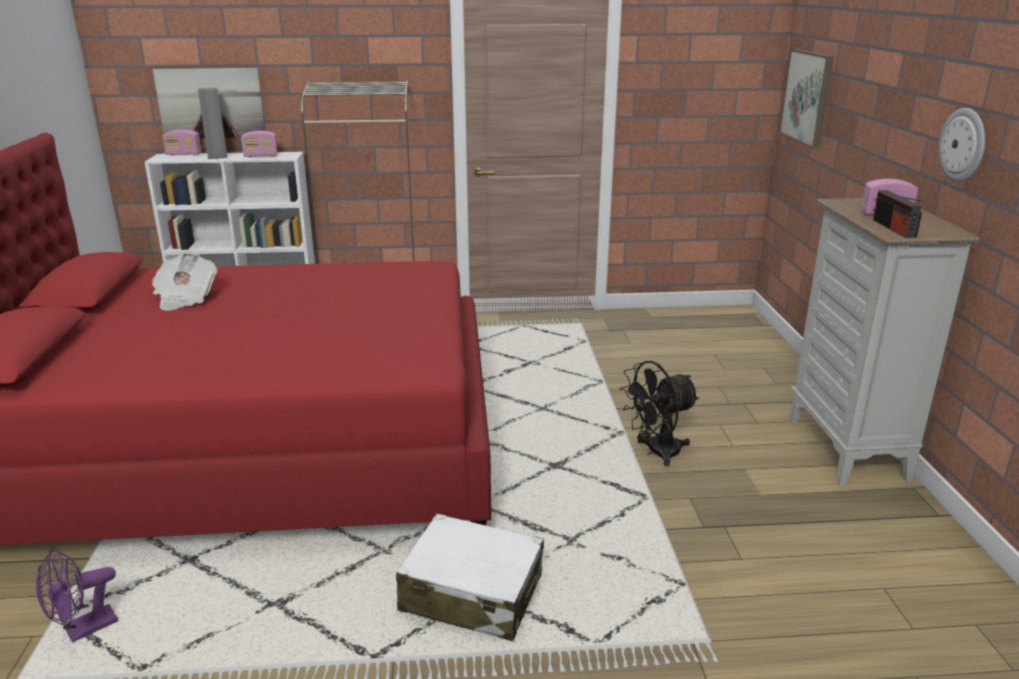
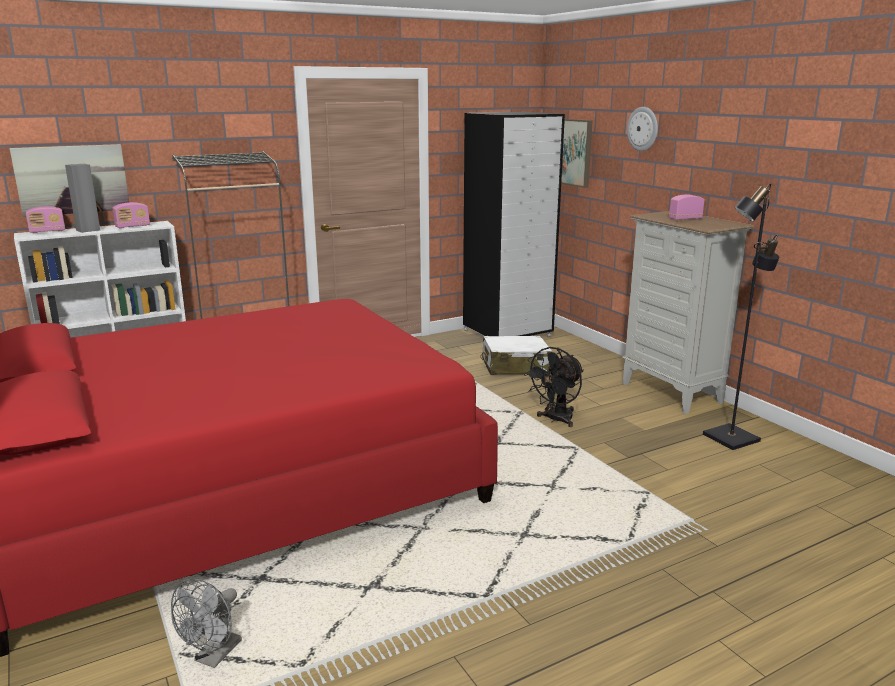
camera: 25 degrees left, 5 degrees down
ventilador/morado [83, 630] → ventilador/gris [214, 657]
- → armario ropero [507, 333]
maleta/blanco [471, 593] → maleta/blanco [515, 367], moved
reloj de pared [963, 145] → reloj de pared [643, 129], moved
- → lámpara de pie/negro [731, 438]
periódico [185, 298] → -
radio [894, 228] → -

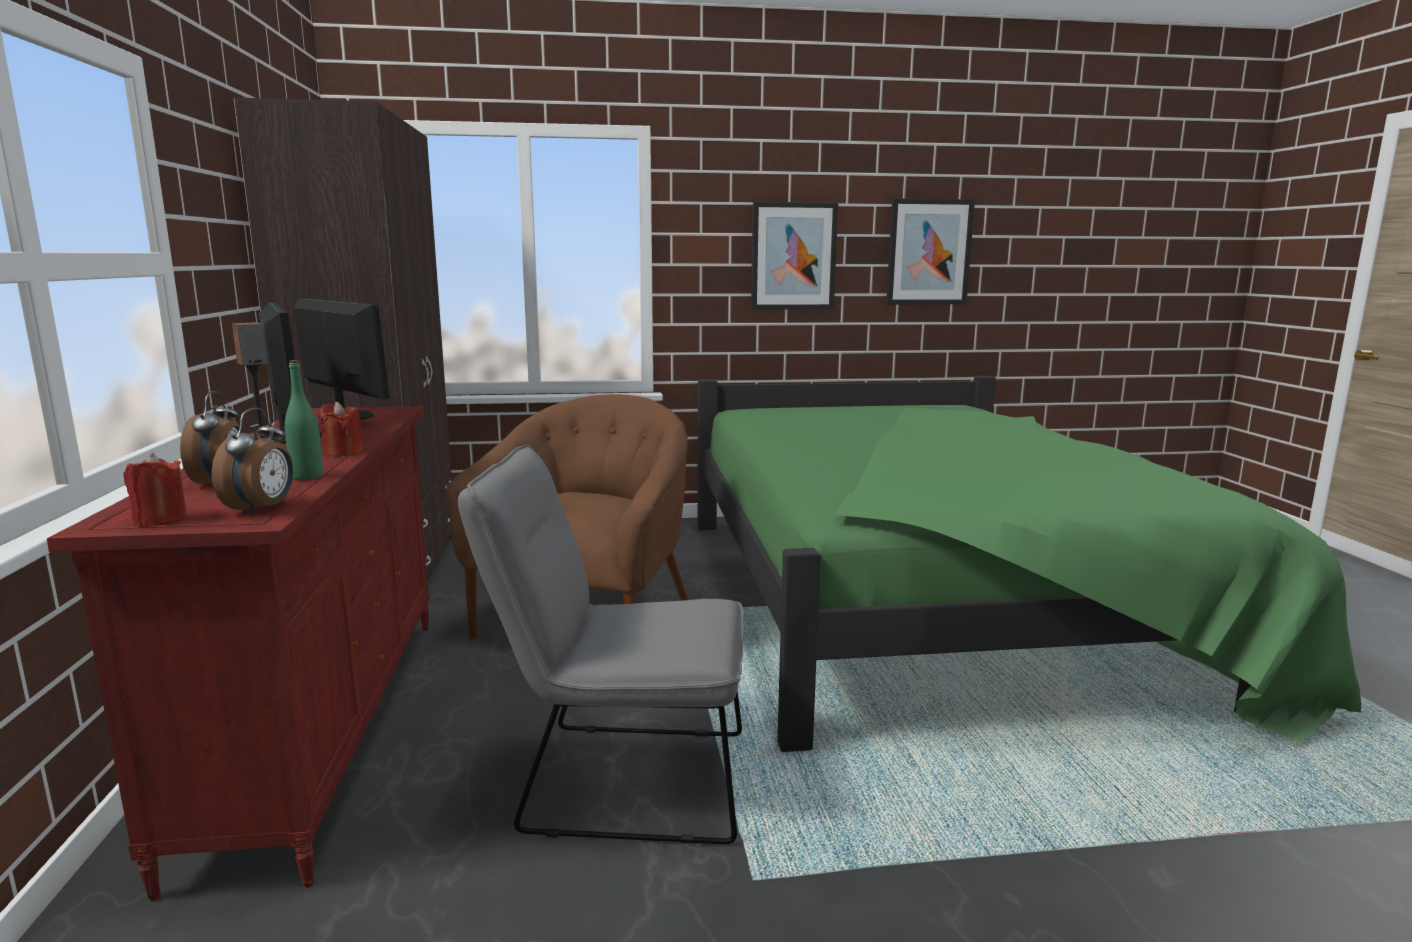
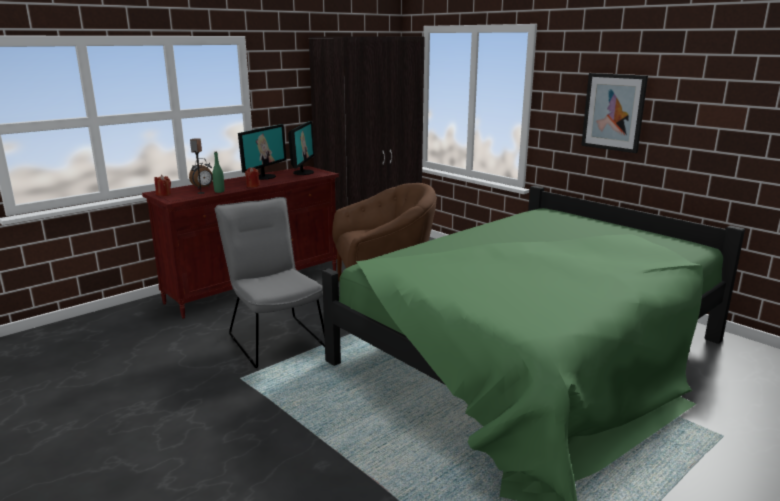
camera: 55 degrees right, 5 degrees up
despertador [262, 509] → -
cuadro [929, 252] → -

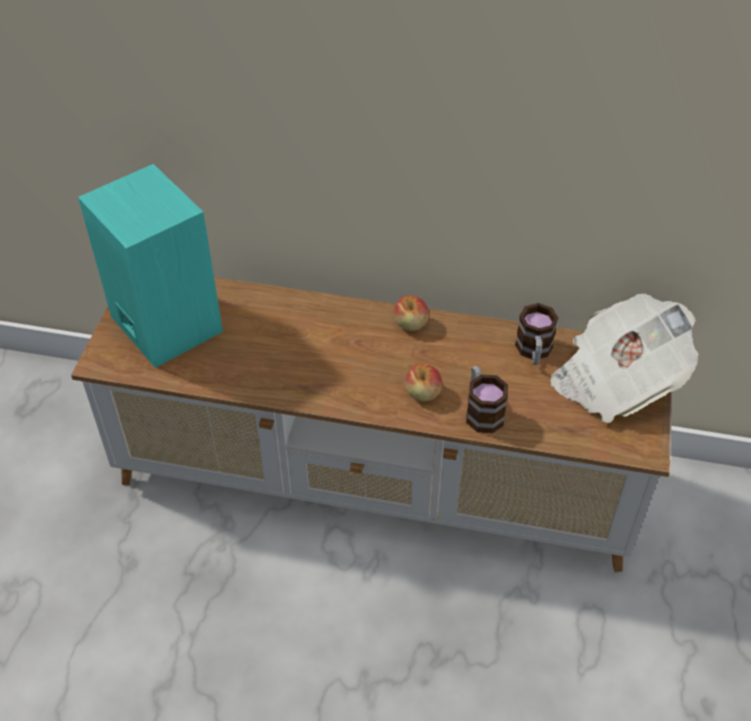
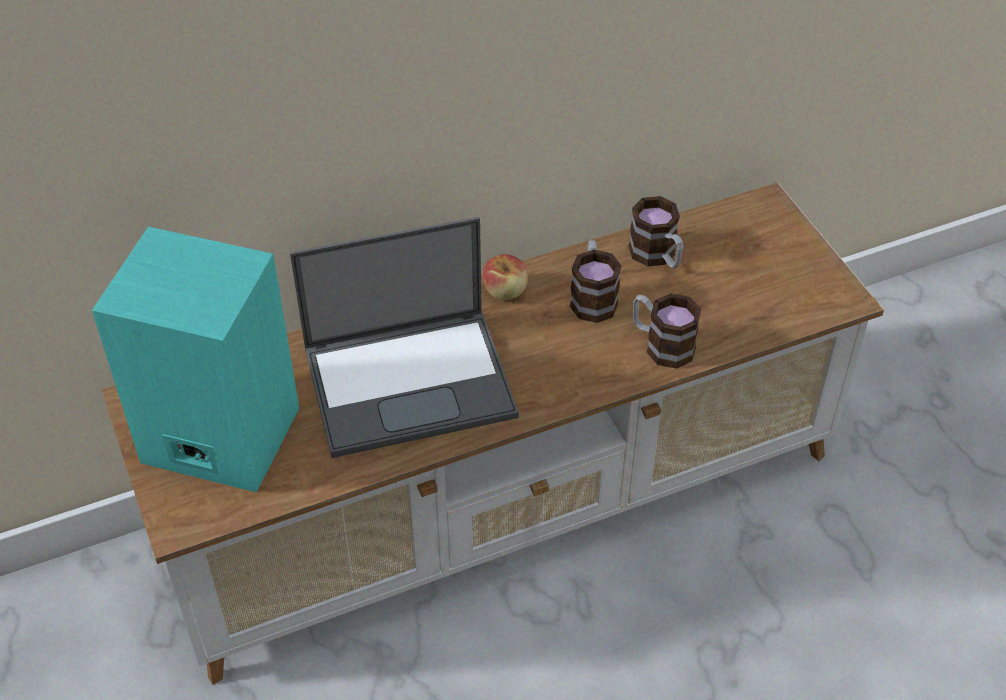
camera: 35 degrees left, 0 degrees up
- → portátil [412, 380]
- → taza grande [592, 297]
manzana [423, 393] → -
periódico [616, 380] → -

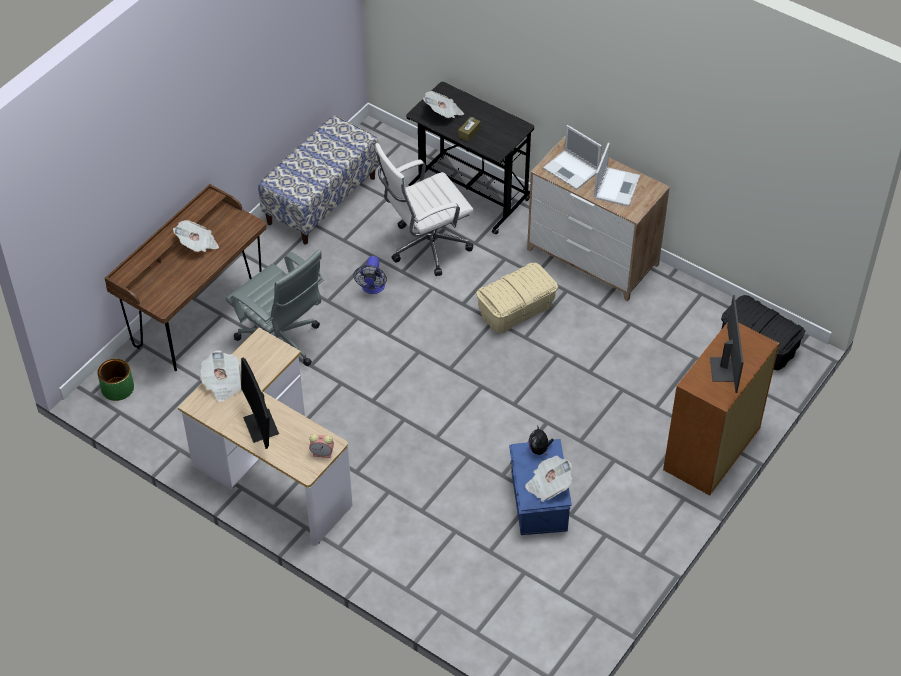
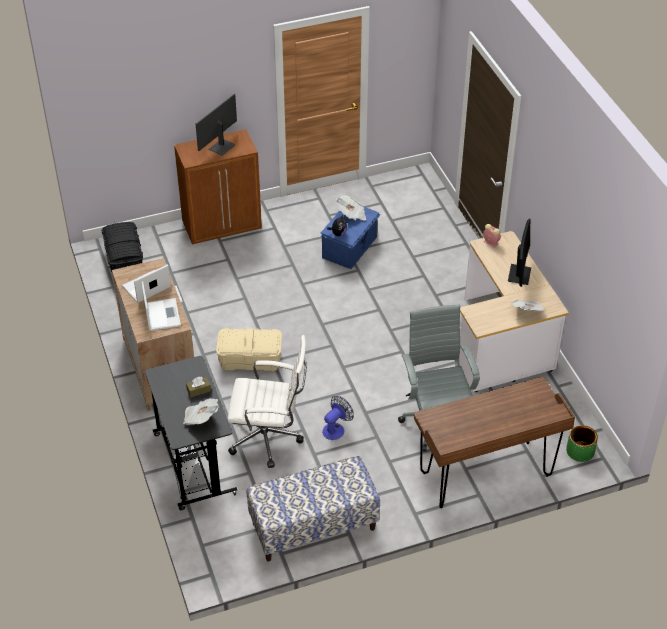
camera: 145 degrees left, 5 degrees down
periódico [197, 244] → -

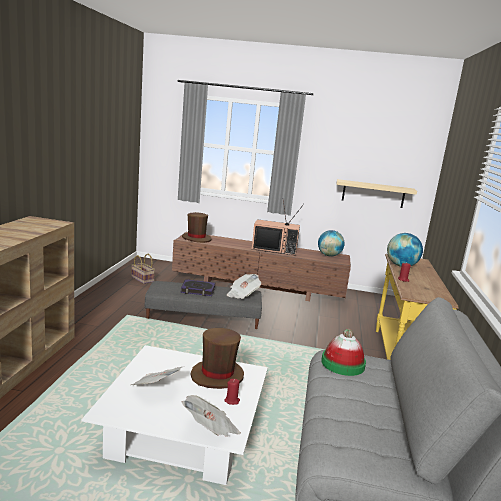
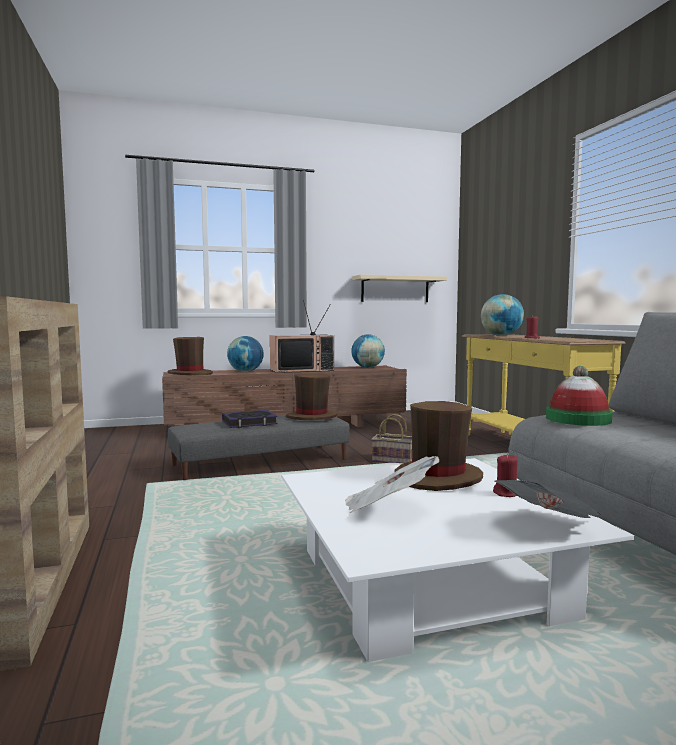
camera: 25 degrees left, 10 degrees down
- → globo terráqueo [245, 371]
periódico [242, 294] → sombrero/marrón [311, 417]
cesta [143, 279] → cesta [394, 460], moved

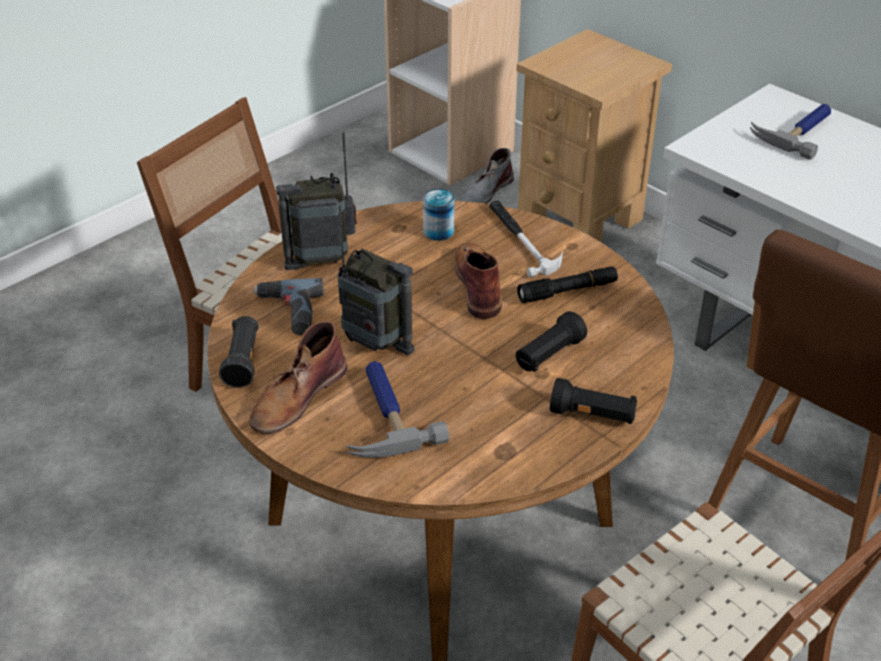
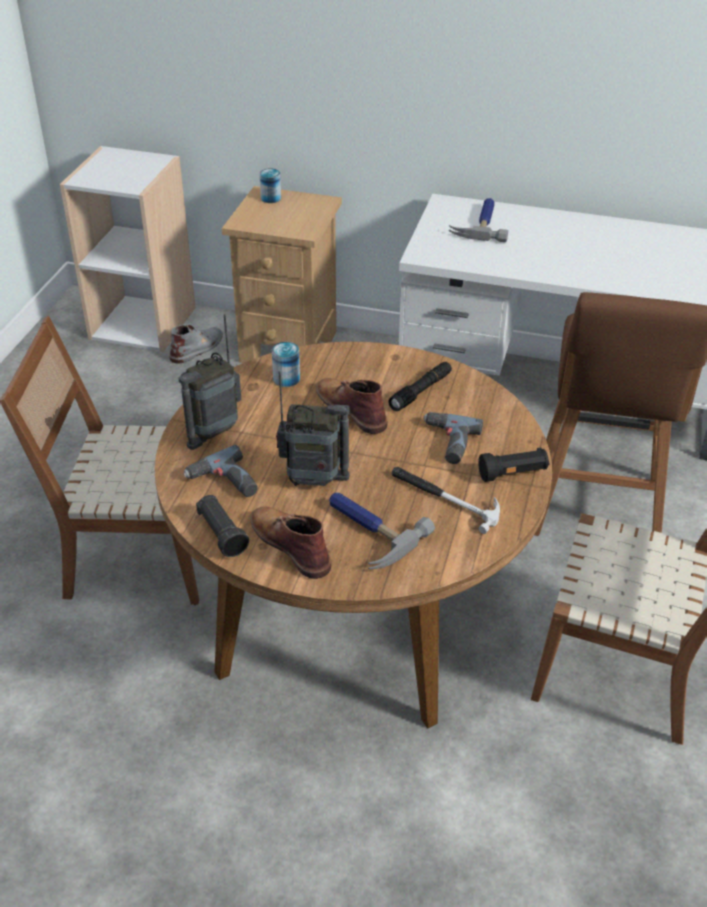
camera: 30 degrees left, 0 degrees up
bota/gris [486, 192] → bota/gris [197, 348], 150 degrees counterclockwise
bota/marrón [297, 397] → bota/marrón [290, 544], 135 degrees clockwise
- → lata [271, 198]
martillo [521, 240] → martillo [444, 498], moved
linterna/negro [548, 355] → taladro [447, 442]

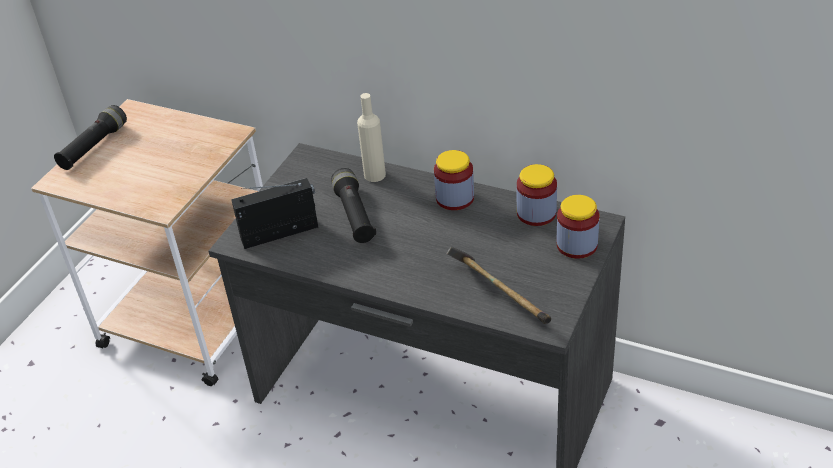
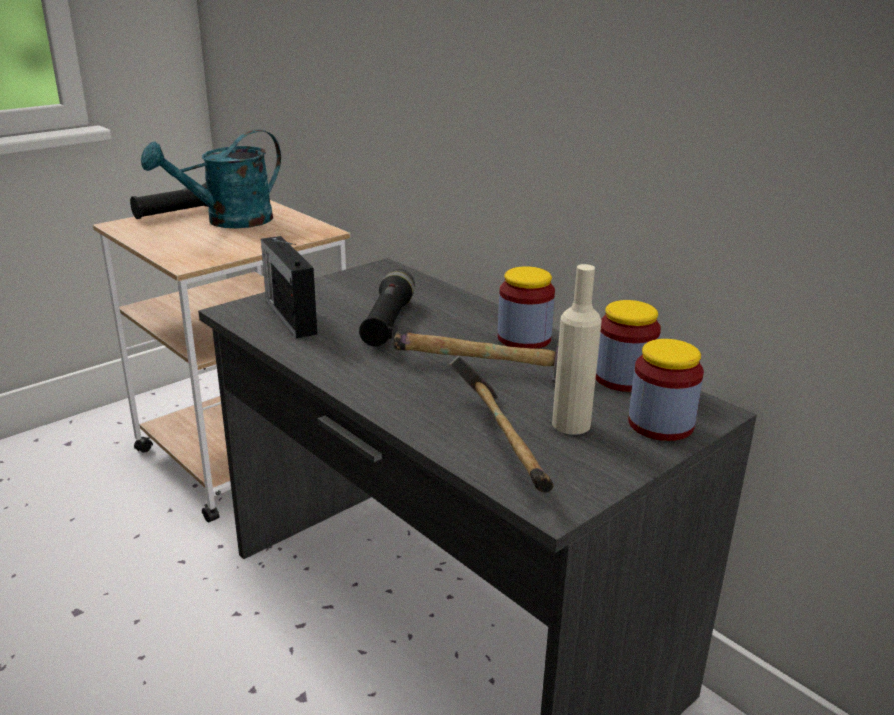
camera: 20 degrees right, 15 degrees down
- → regadera/turquesa [228, 221]
radio [281, 233] → radio [290, 316], 120 degrees counterclockwise
- → martillo [486, 369]
botella/beis [374, 175] → botella/beis [571, 424], moved

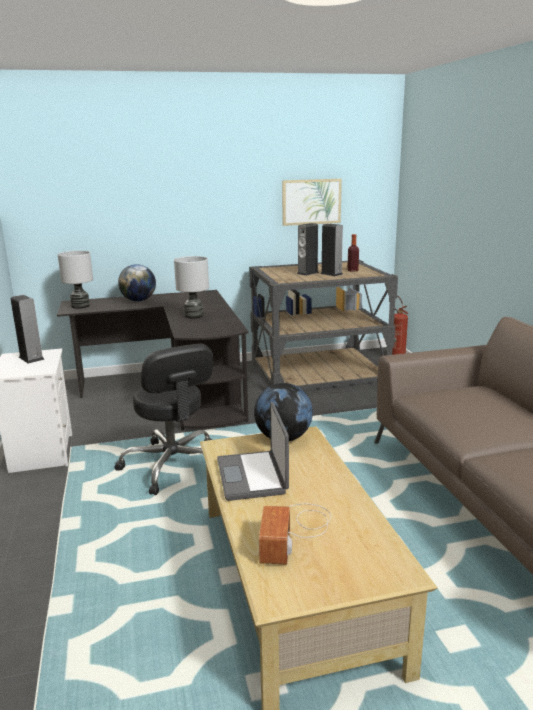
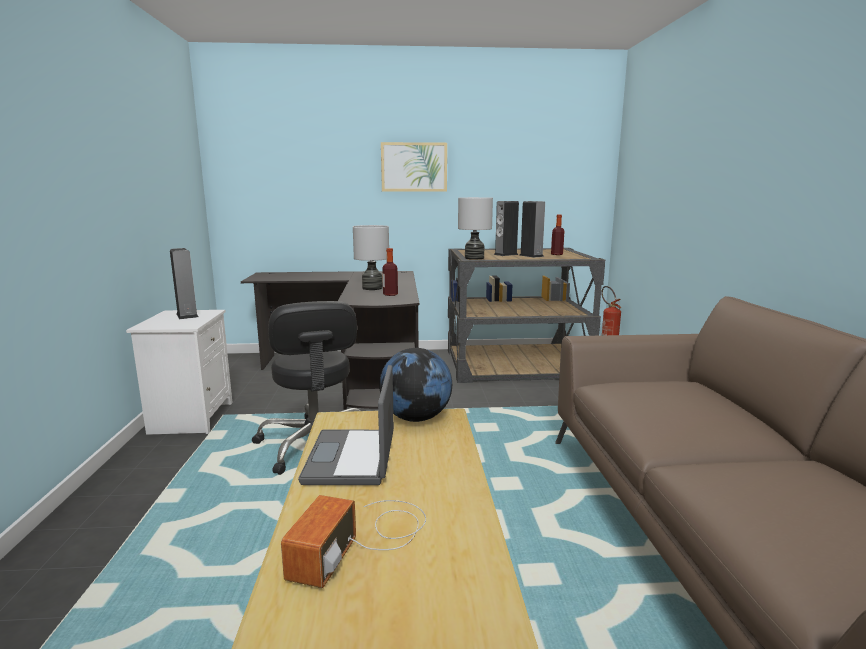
camera: 10 degrees right, 5 degrees down
cuadro [311, 202] → cuadro [414, 167], moved
- → botella [390, 294]
lámpara de mesa/gris [80, 306] → lámpara de mesa/gris [474, 258], moved
globo terráqueo [138, 300] → -

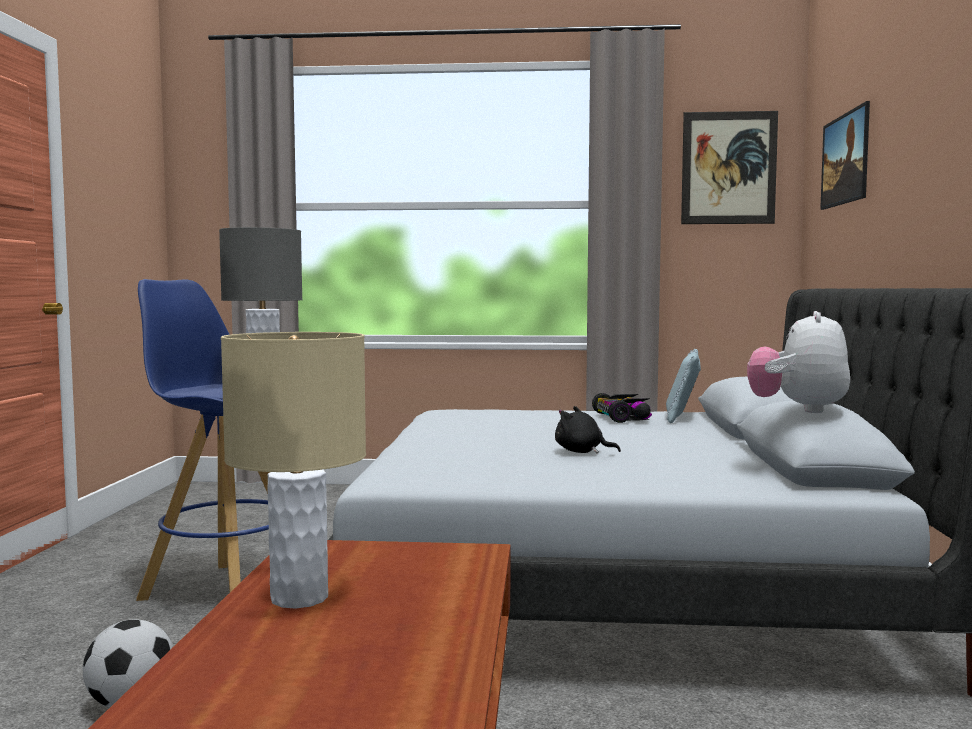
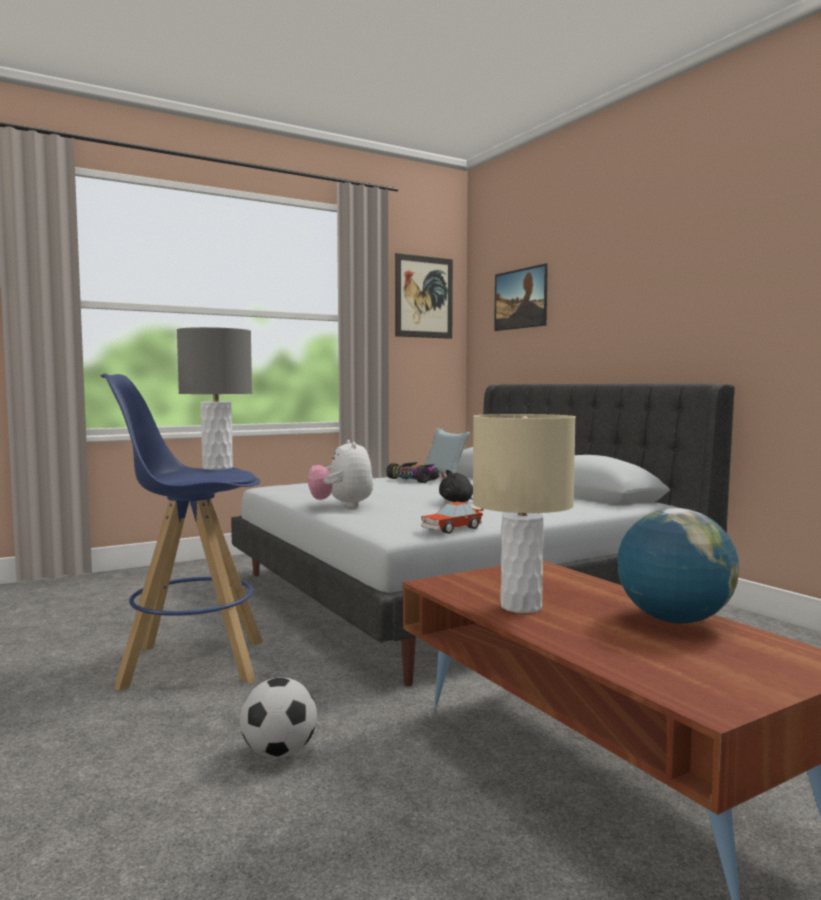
camera: 35 degrees left, 0 degrees up
peluche [798, 410] → peluche [342, 506], moved
- → coche de juguete [451, 529]
- → globo terráqueo [674, 620]

